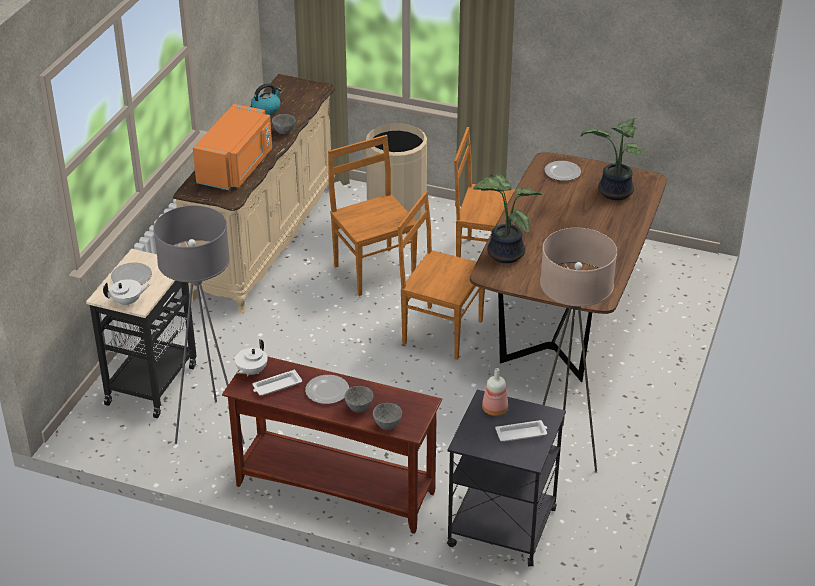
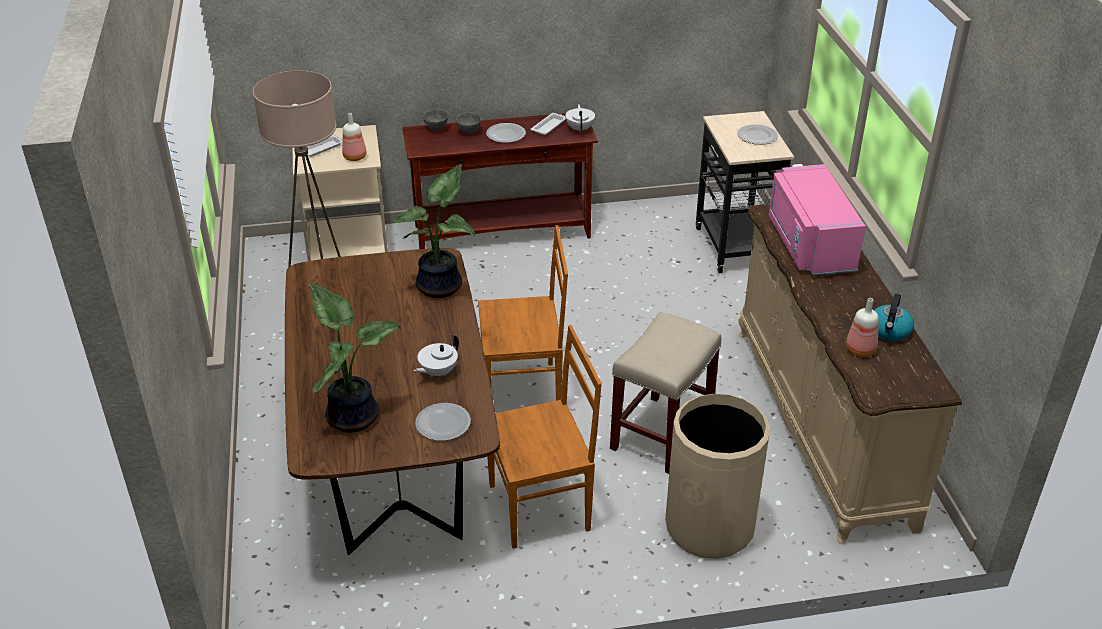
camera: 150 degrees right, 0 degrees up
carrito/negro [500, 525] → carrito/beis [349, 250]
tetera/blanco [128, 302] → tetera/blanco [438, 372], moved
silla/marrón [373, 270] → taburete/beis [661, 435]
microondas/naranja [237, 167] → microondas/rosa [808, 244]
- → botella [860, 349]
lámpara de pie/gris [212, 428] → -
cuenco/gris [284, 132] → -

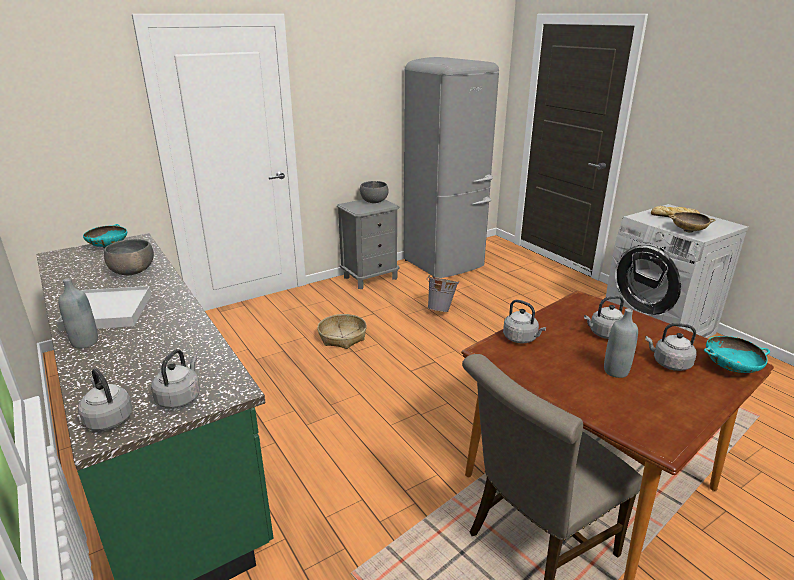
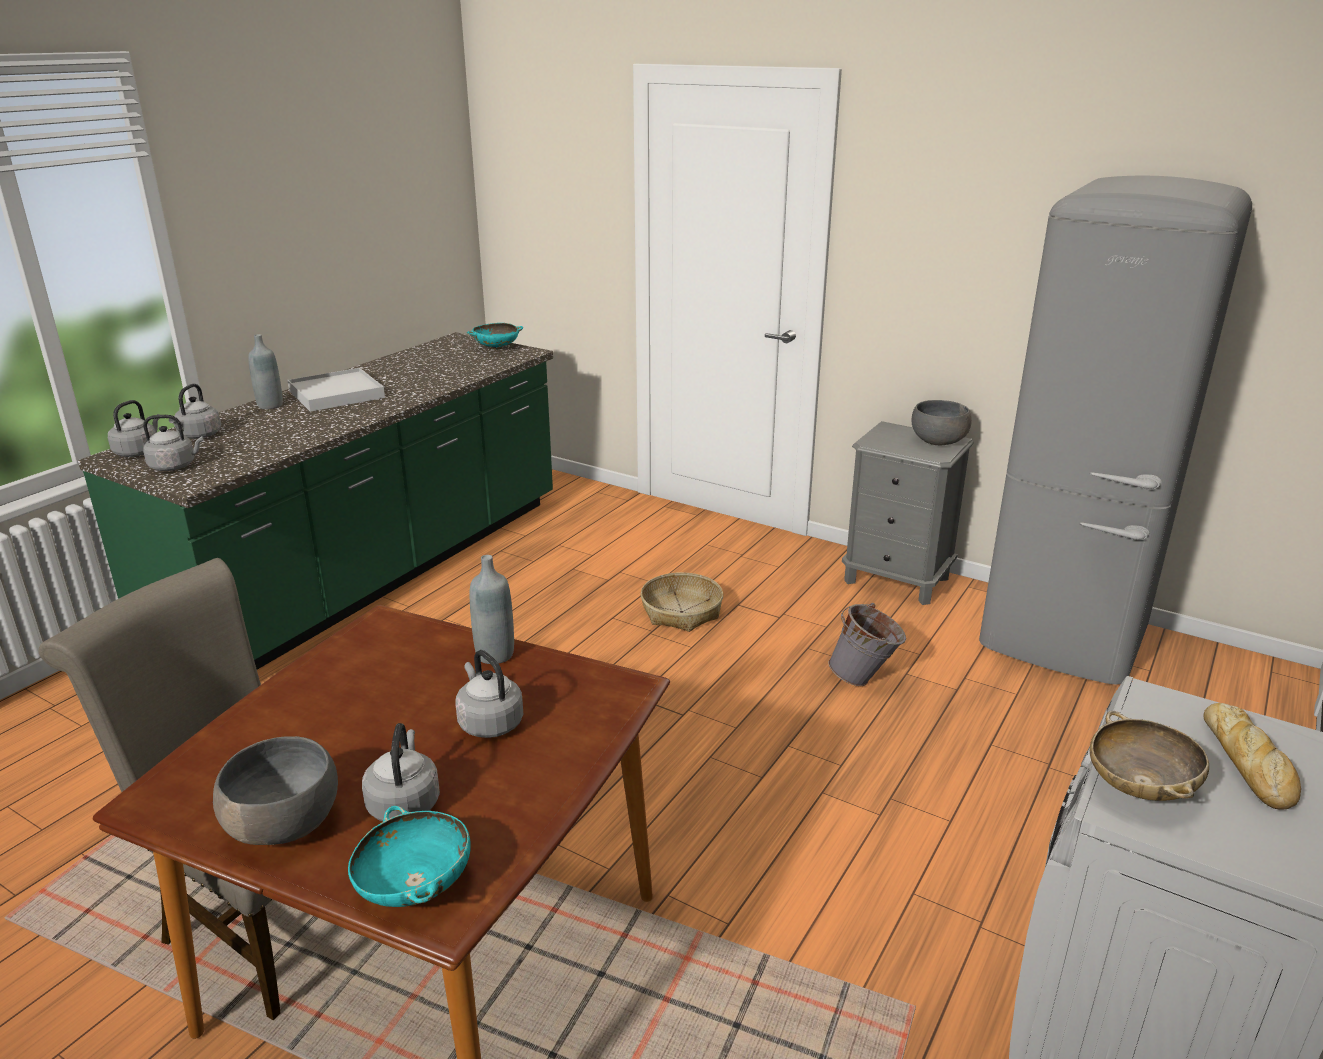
camera: 65 degrees right, 0 degrees up
hervidor/gris [521, 338] → hervidor/gris [198, 436], moved
cuenco/gris [132, 271] → cuenco/gris [283, 824], moved
botella/gris [616, 371] → botella/gris [495, 654], moved

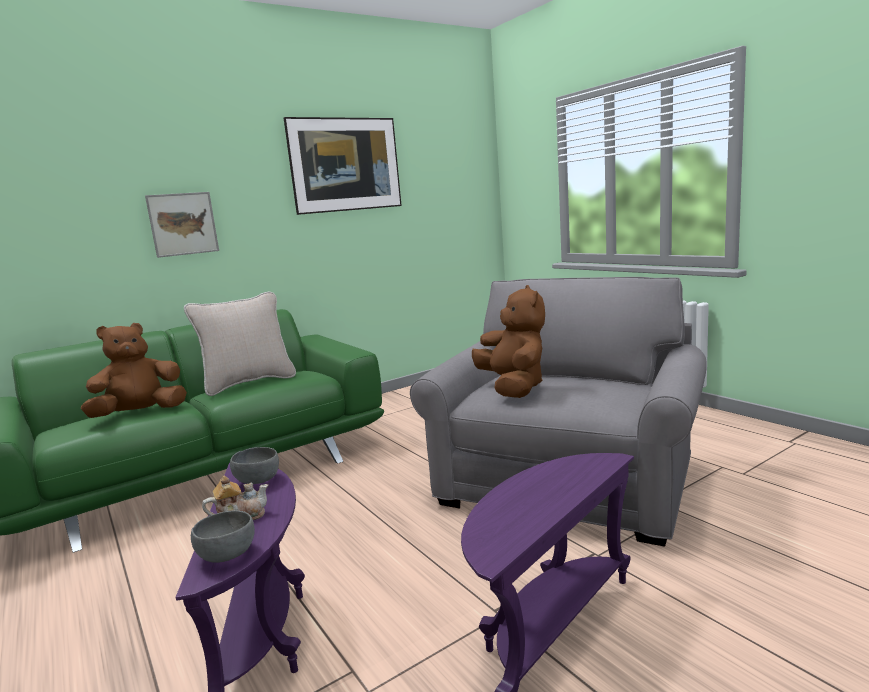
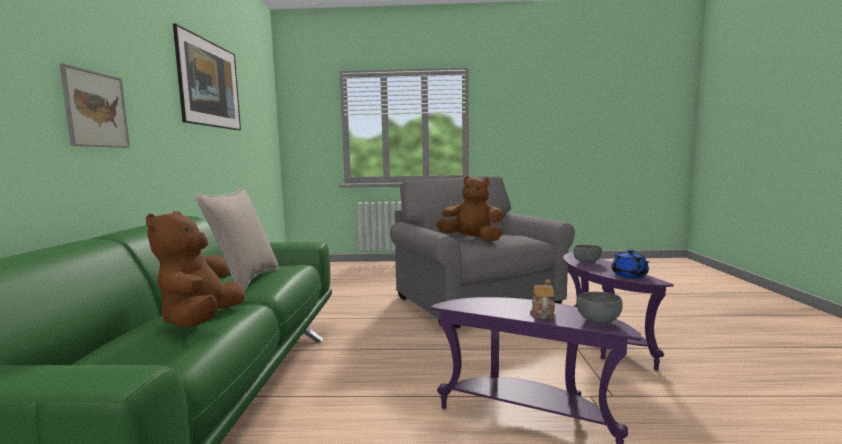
camera: 55 degrees left, 5 degrees down
cuenco/gris [258, 480] → cuenco/gris [586, 262], moved
- → tetera/azul [629, 275]

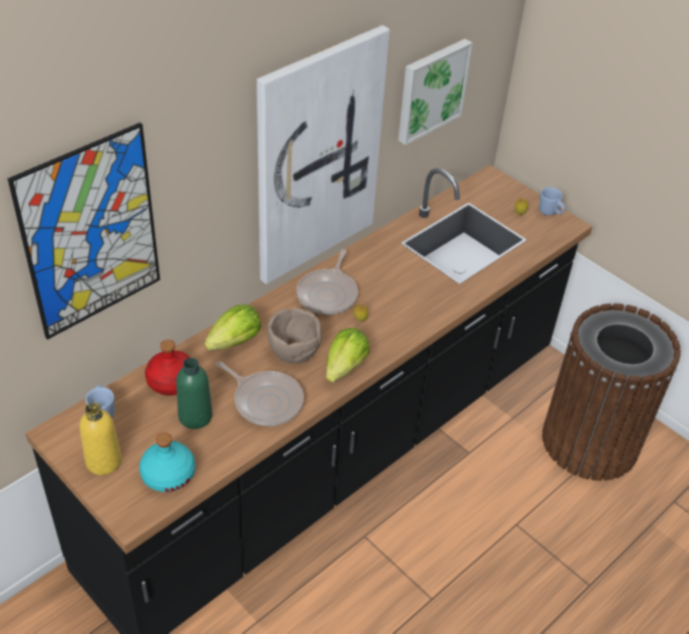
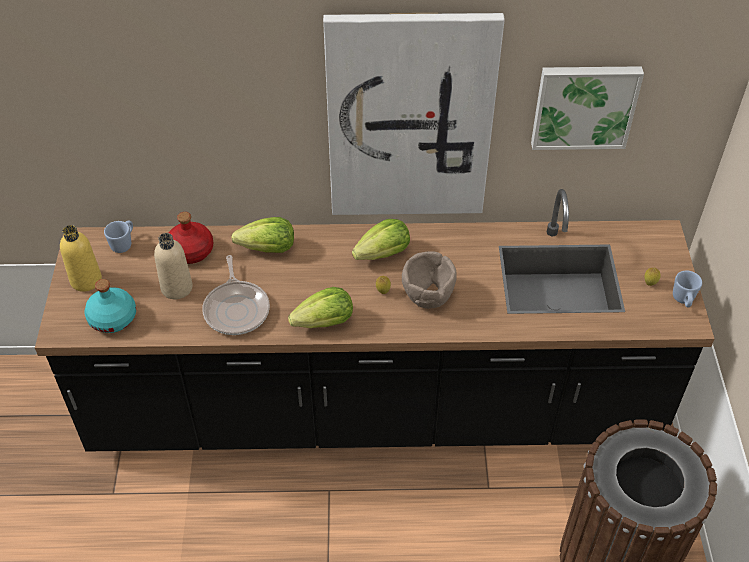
camera: 45 degrees right, 5 degrees up
botella/verde [195, 416] → botella/beis [177, 288]
sartén [328, 294] → lechuga [383, 254]
cuenco/marrón [293, 351] → cuenco/marrón [428, 294], moved
cuadro [91, 233] → -

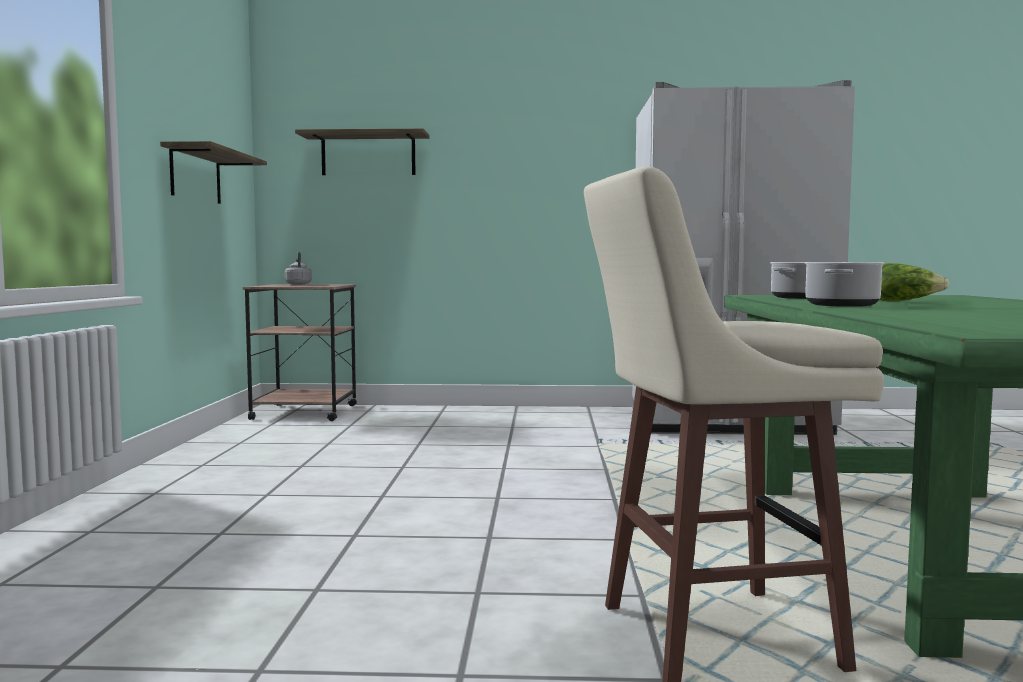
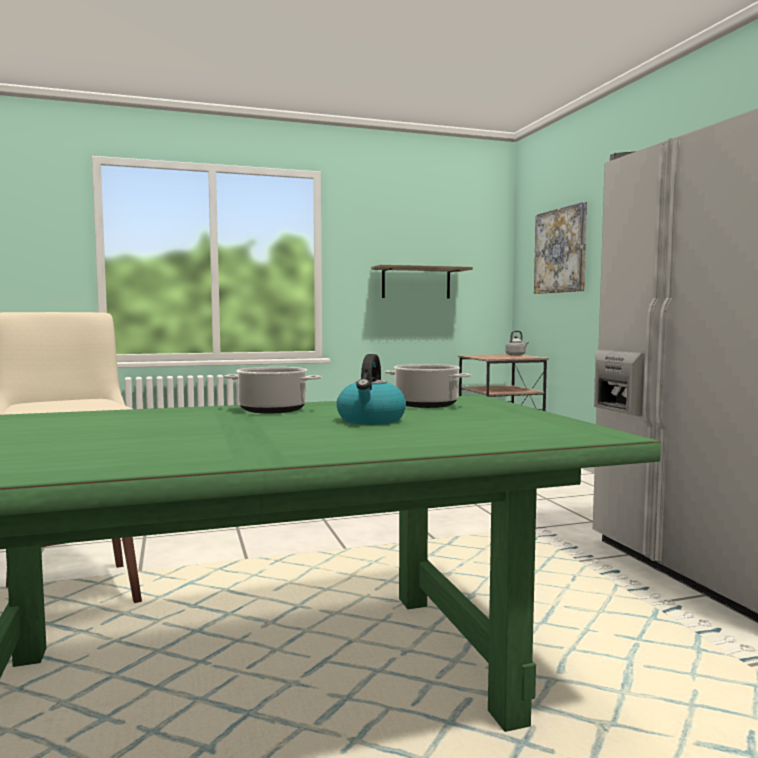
camera: 70 degrees right, 0 degrees up
lechuga [905, 301] → hervidor [371, 420]
estante [368, 155] → cuadro [560, 250]

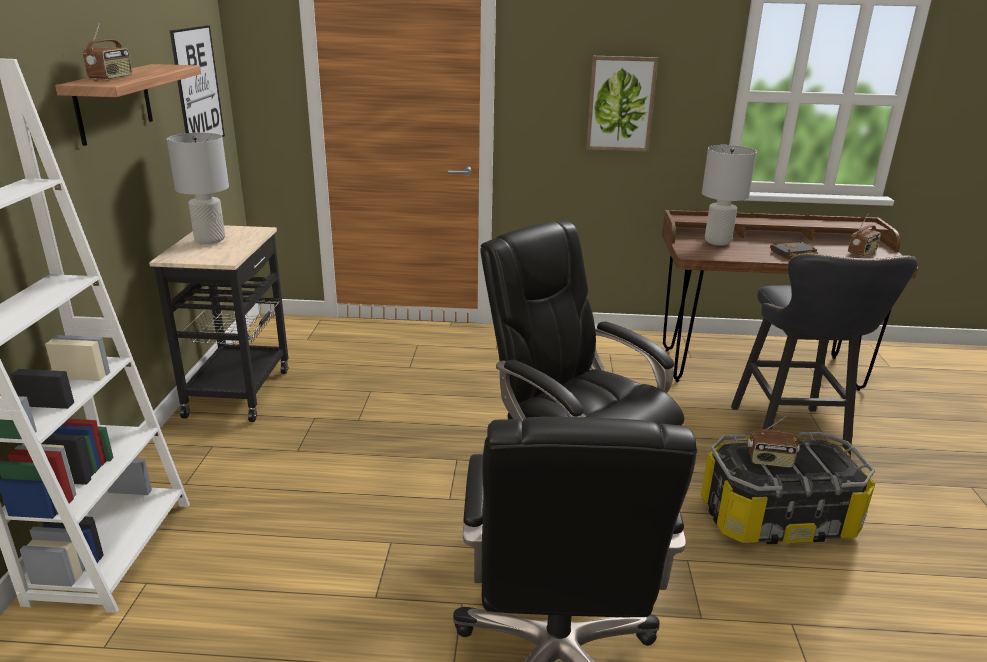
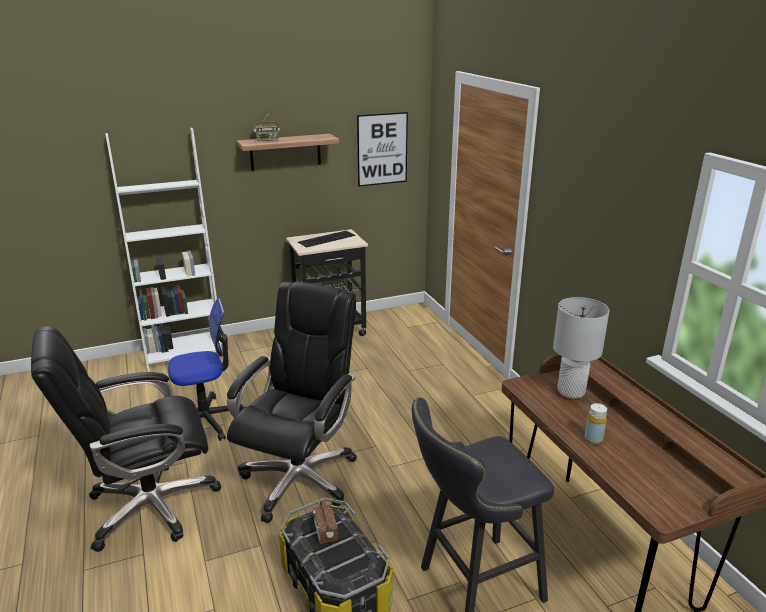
camera: 65 degrees right, 0 degrees up
- → silla de oficina [207, 420]
lámpara de mesa/gris [210, 241] → teclado [326, 238]
libro/negro [793, 254] → botella/amarillo [593, 439]
cuadro [620, 104] → -
radio [862, 252] → -

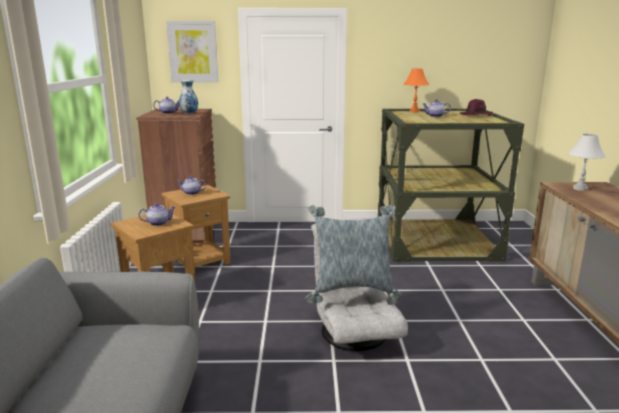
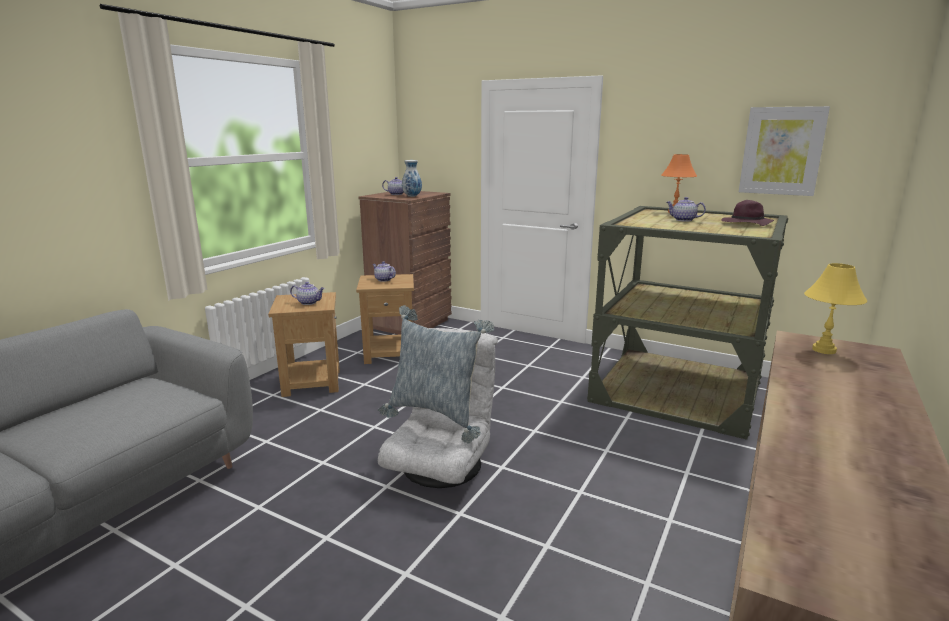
camera: 30 degrees right, 0 degrees up
cuadro [193, 52] → cuadro [782, 151], moved
lámpara de mesa/blanco [580, 189] → lámpara de mesa/amarillo [823, 350]

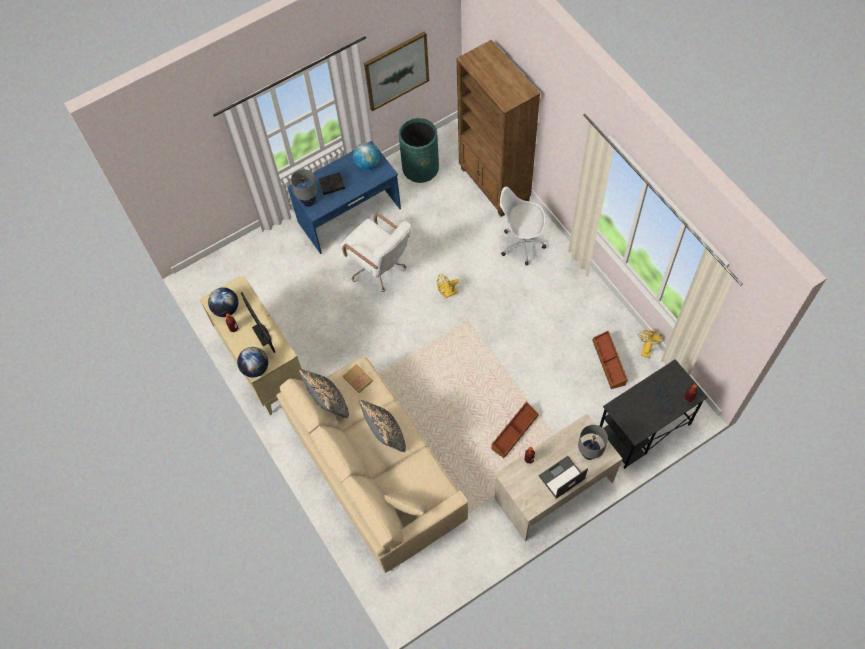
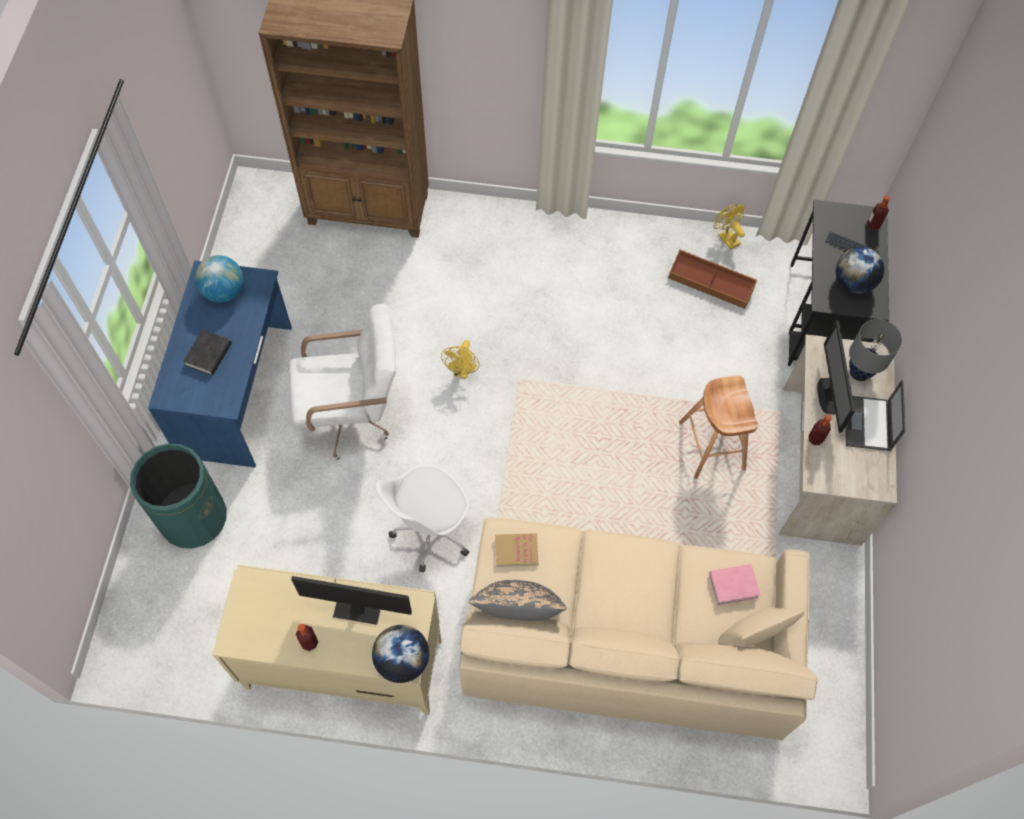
camera: 55 degrees left, 0 degrees up
papelera/verde [420, 168] → papelera/verde [193, 518], moved
silla de oficina/blanco [520, 245] → silla de oficina/blanco [429, 534], moved
caja de almacenaje/marrón [514, 432] → taburete/marrón [712, 446]
- → libro/rosa [733, 585]
- → monitor [827, 396]
globo terráqueo [226, 309] → globo terráqueo [853, 283], moved
lámpara de mesa/gris [308, 201] → -
cojín/gris [385, 435] → -
cuadro [396, 71] → -

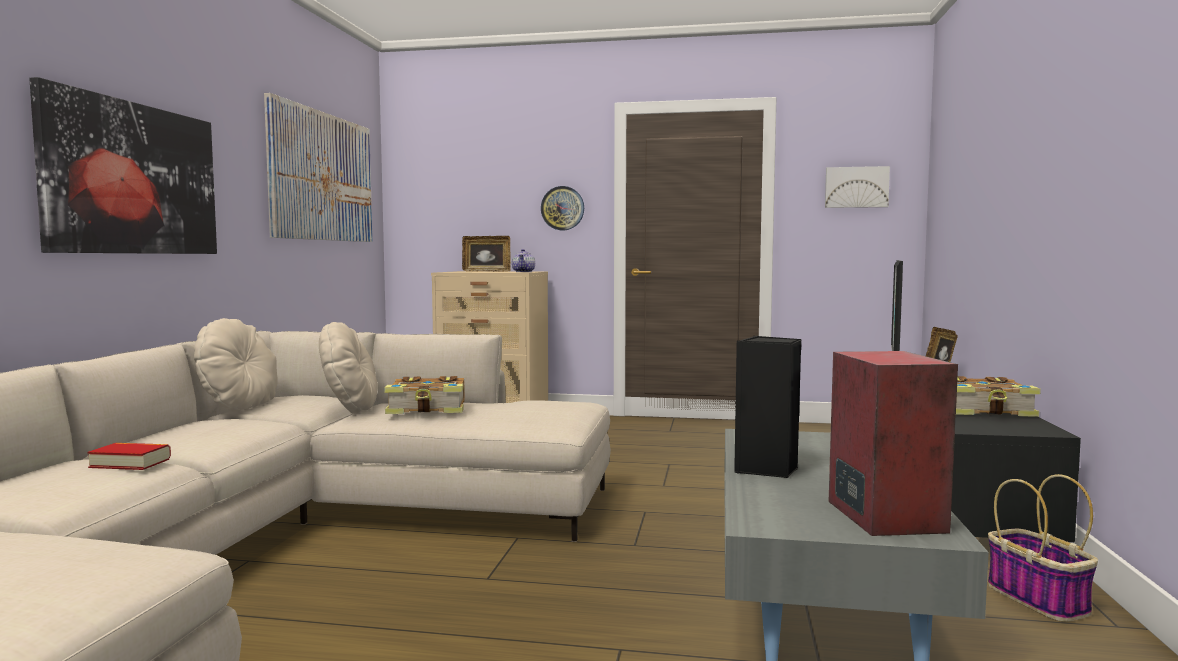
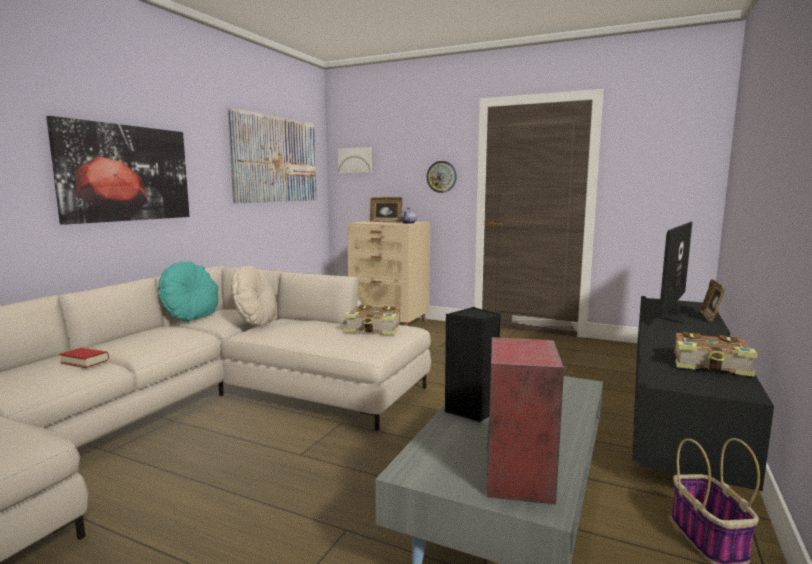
camera: 15 degrees right, 5 degrees up
cojín/beis [239, 408] → cojín/turquesa [191, 318]
cuadro [856, 187] → cuadro [355, 160], moved
libro [428, 409] → libro [374, 328], moved

